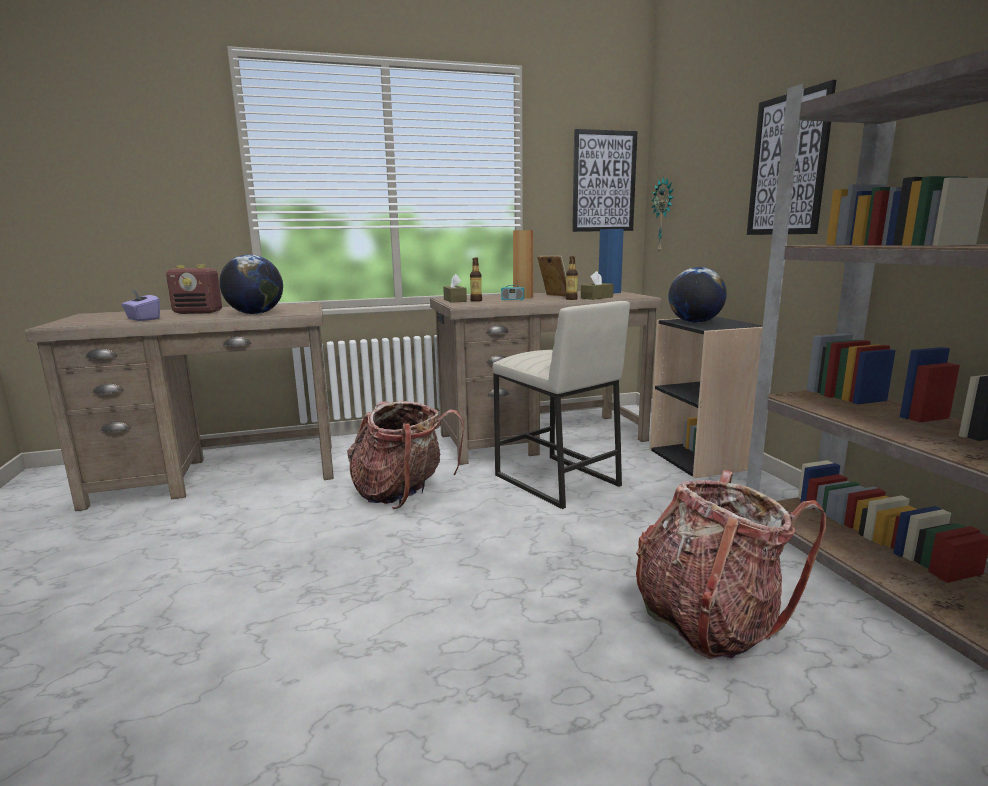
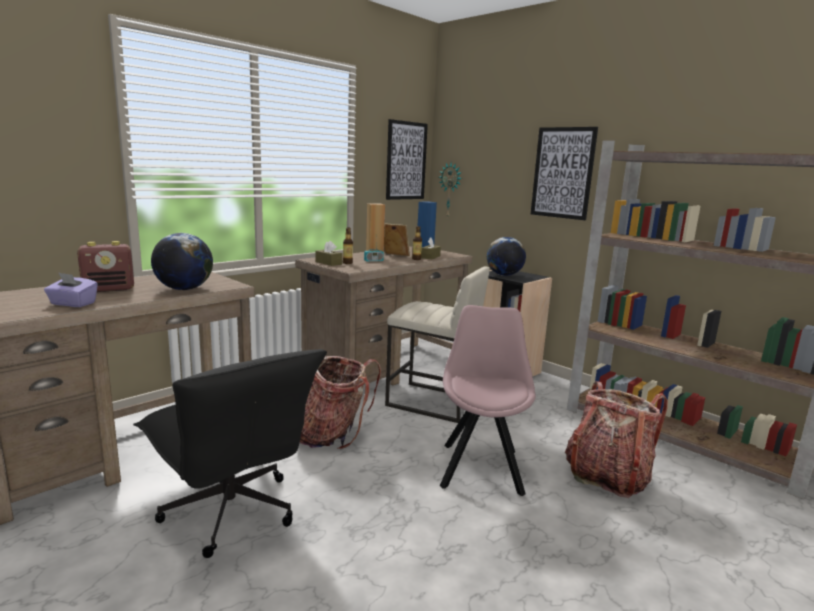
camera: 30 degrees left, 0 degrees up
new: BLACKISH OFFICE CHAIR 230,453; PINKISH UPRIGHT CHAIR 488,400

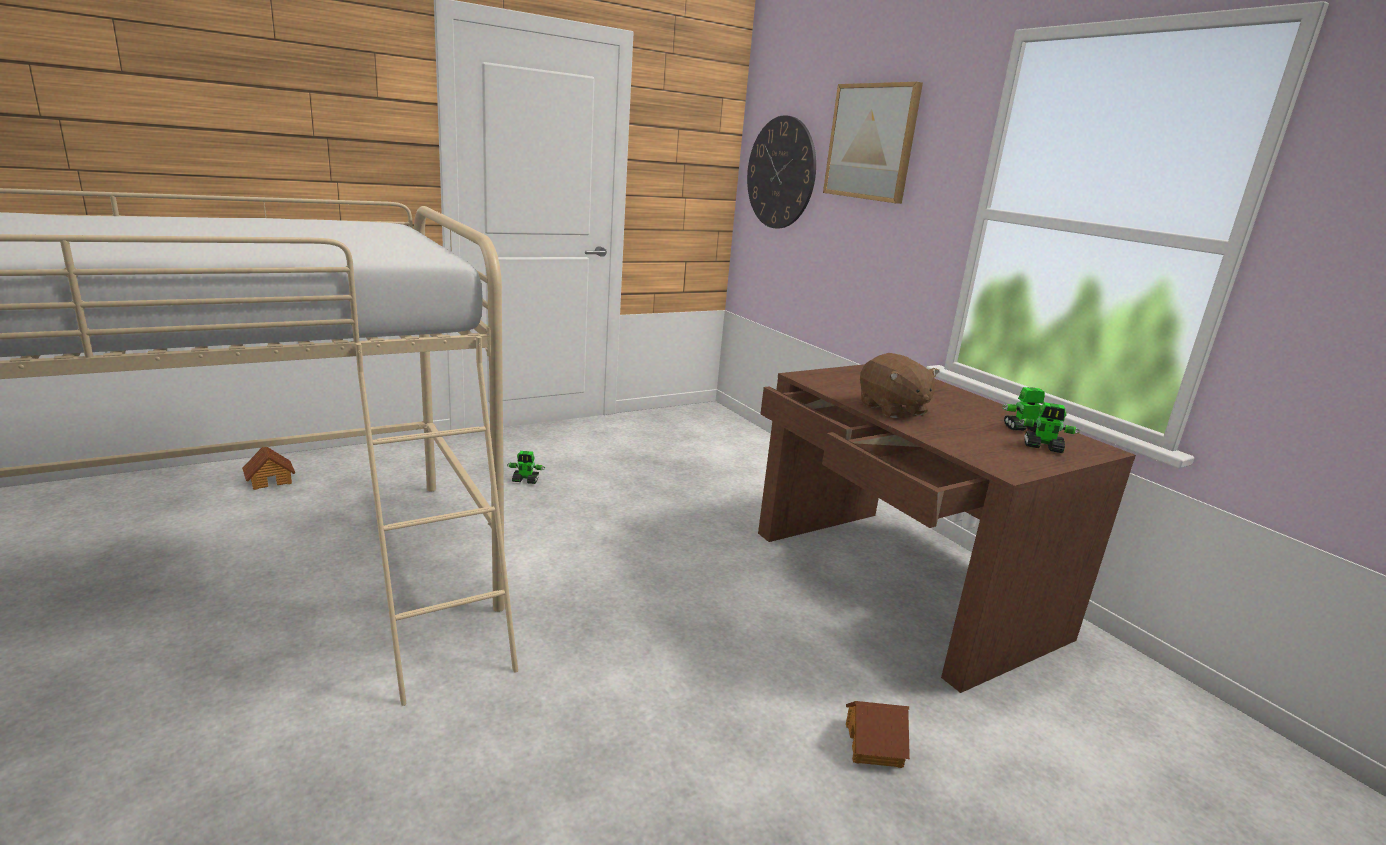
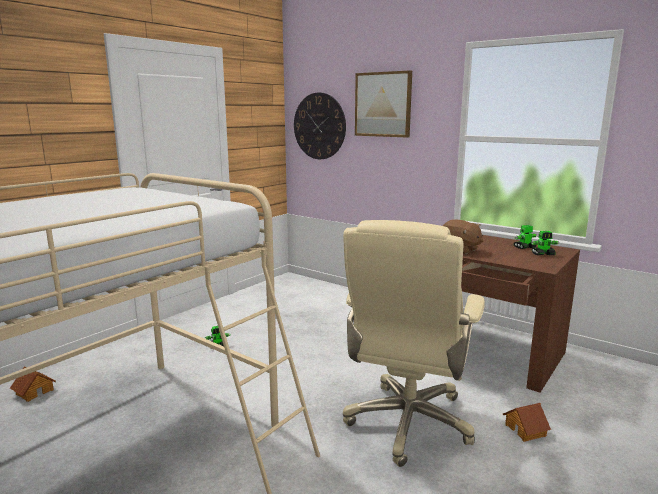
camera: 20 degrees left, 5 degrees down
new: SAND-COLOURED OFFICE CHAIR 414,343

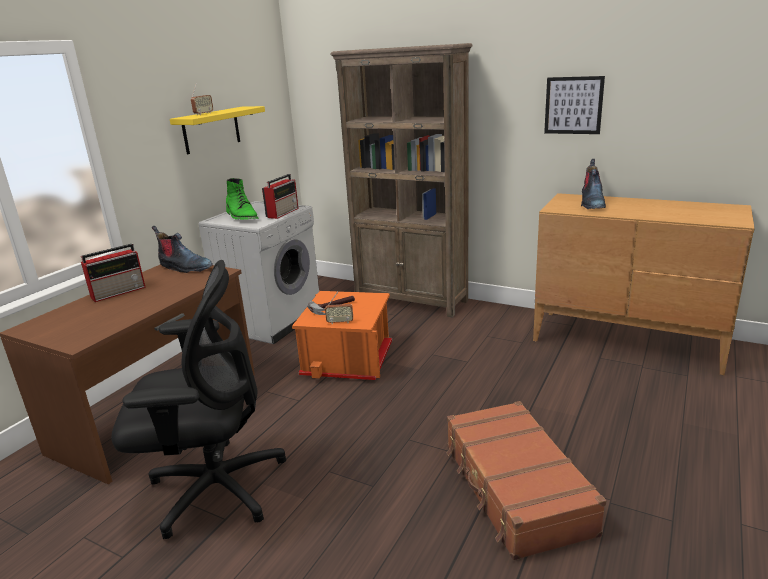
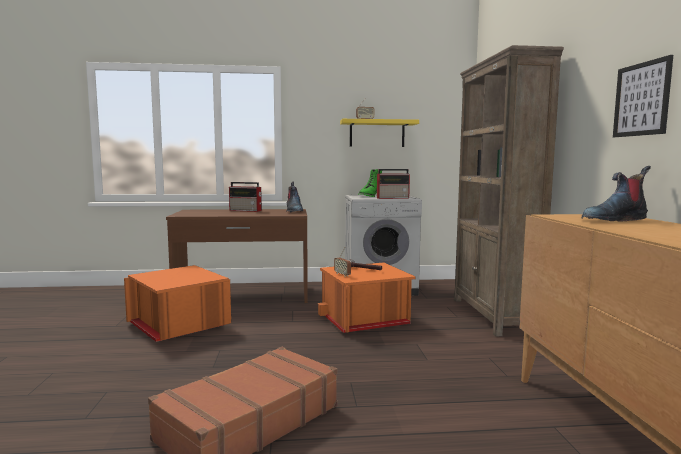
camera: 55 degrees right, 15 degrees down
swapped: BLACKISH OFFICE CHAIR 198,399 to ORANGE-COLOURED STORAGE CONTAINER 177,303

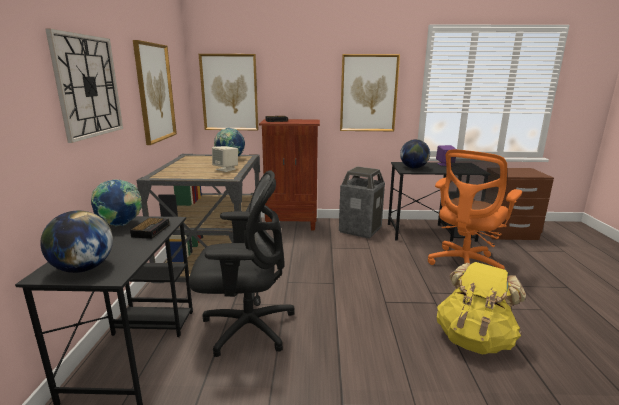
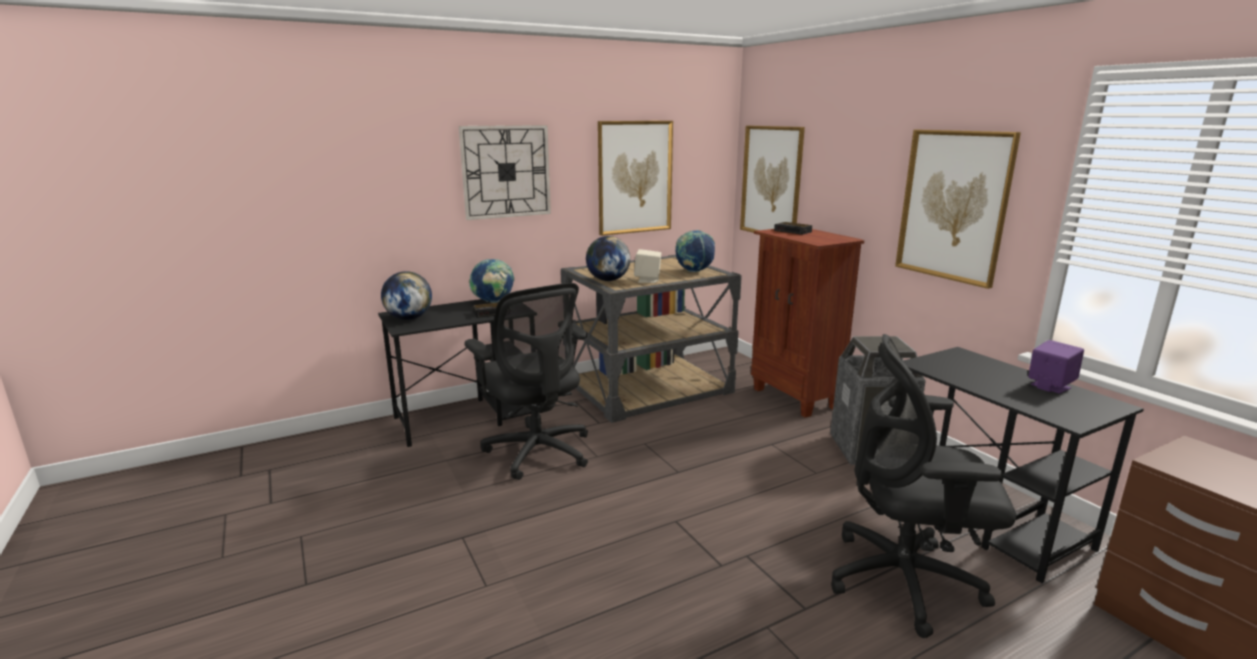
camera: 60 degrees right, 0 degrees up
gone: YELLOWISH RUCKSACK 481,308
shifted: DESK GLOBE 415,153 to 608,258
repainted: ORANGE-COLOURED OFFICE CHAIR 475,209 to BLACKISH OFFICE CHAIR 923,486

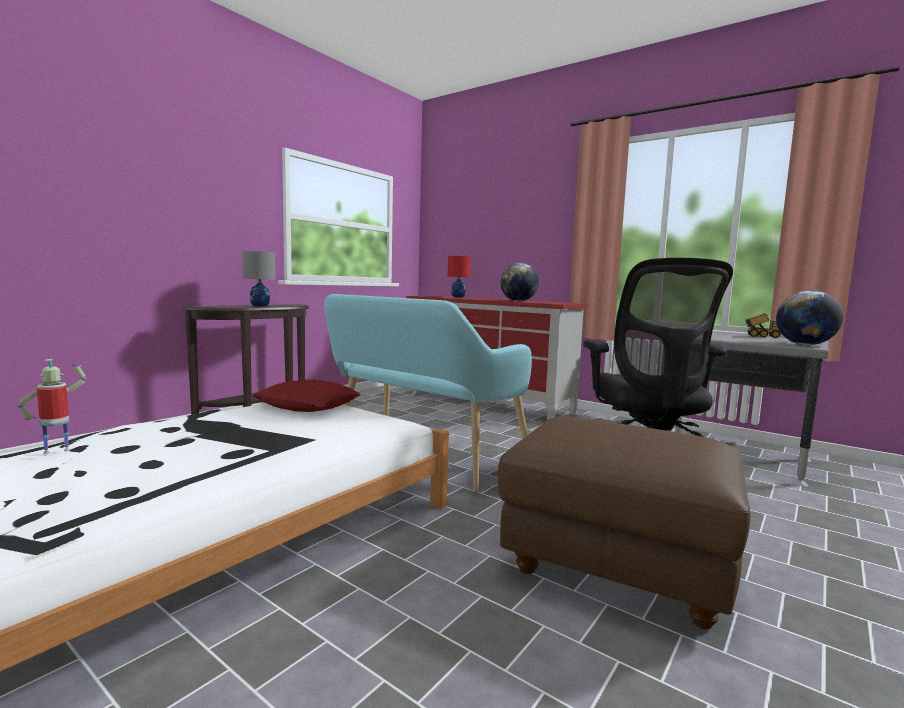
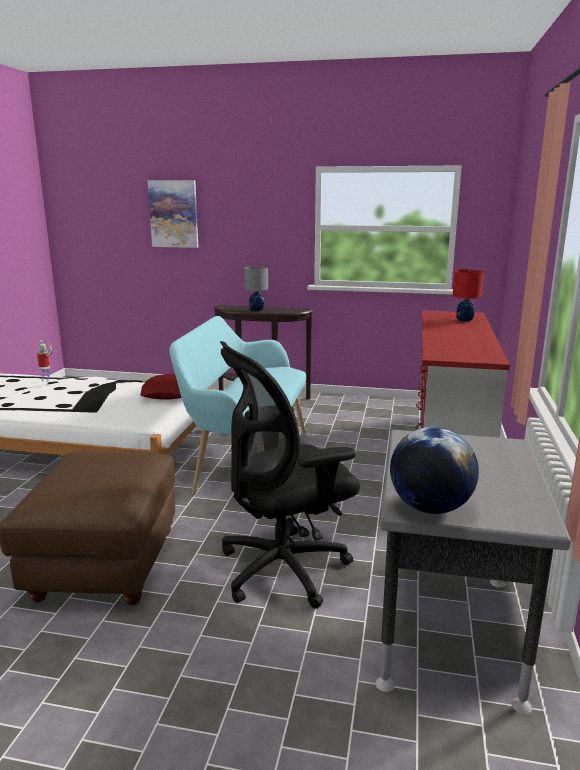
camera: 65 degrees right, 10 degrees up
gone: DESK GLOBE 519,282; MODEL TRUCK 763,325
new: WALL PICTURE 172,214

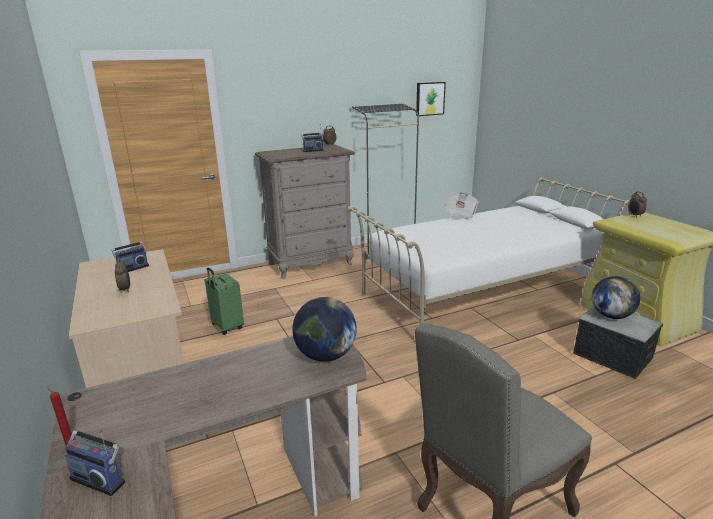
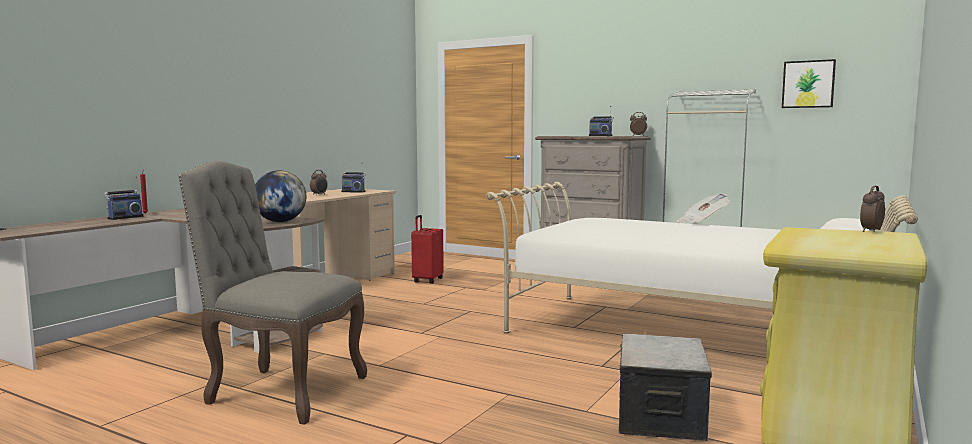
camera: 55 degrees right, 15 degrees down
gone: DESK GLOBE 616,297
repainted: GREEN-COLOURED SUITCASE 224,301 to REDDISH SUITCASE 427,249
rotated: RADIO SET 95,462 = 124,198 135 degrees counterclockwise

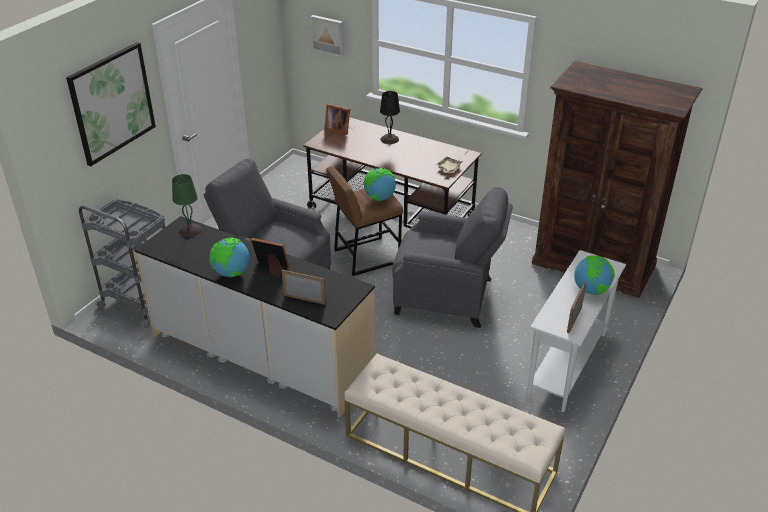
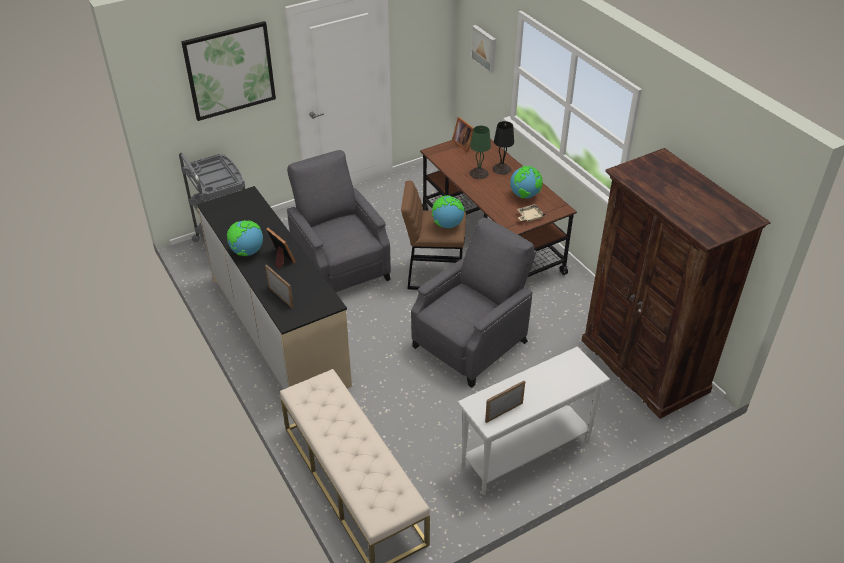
camera: 30 degrees right, 5 degrees up
shifted: GREEN-COLOURED TABLETOP LAMP 187,205 to 480,152; DESK GLOBE 594,275 to 526,182
rotated: GREYISH ARMCHAIR 452,257 = 473,303 90 degrees counterclockwise

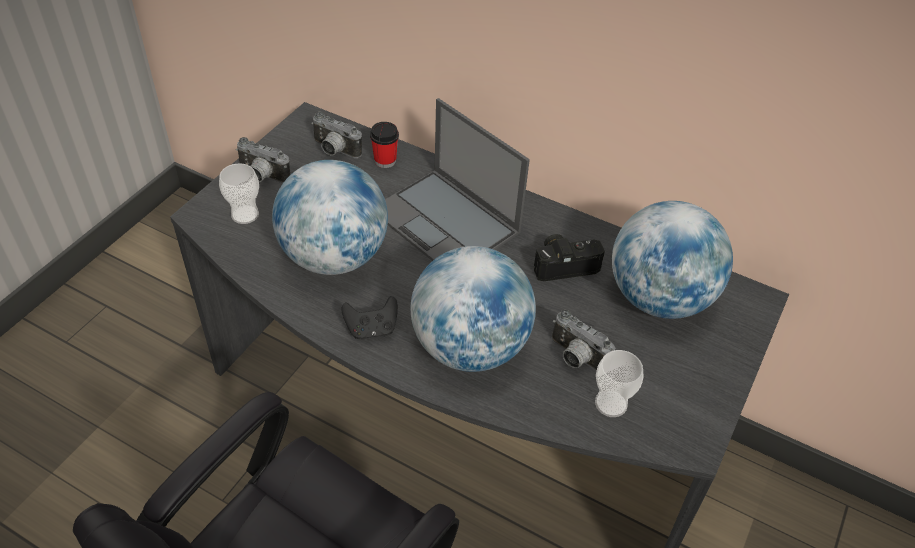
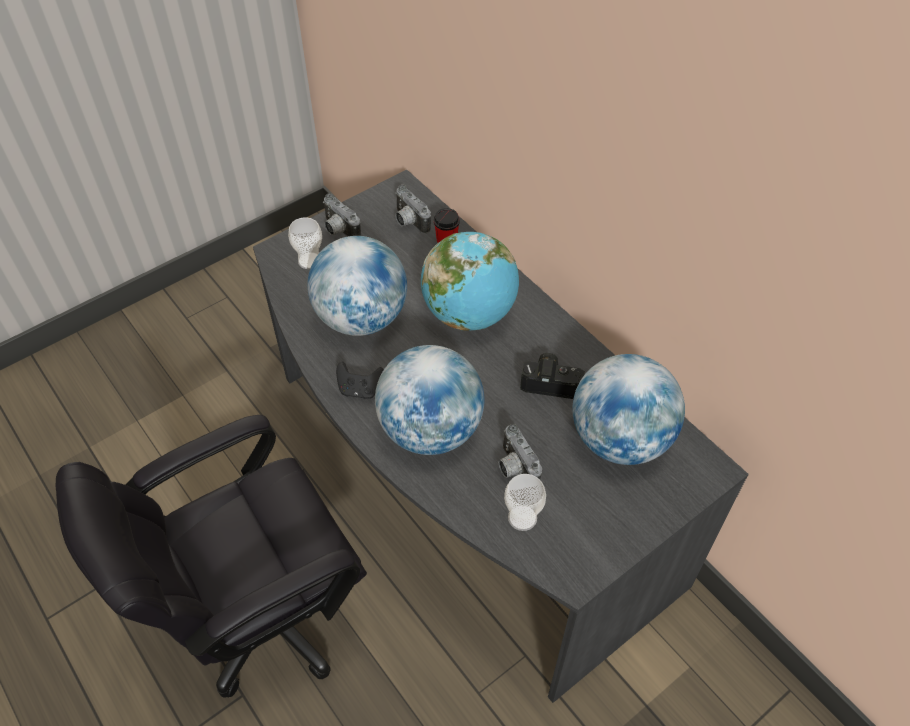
camera: 25 degrees right, 5 degrees up
swapped: PORTABLE COMPUTER 457,179 to DESK GLOBE 470,281

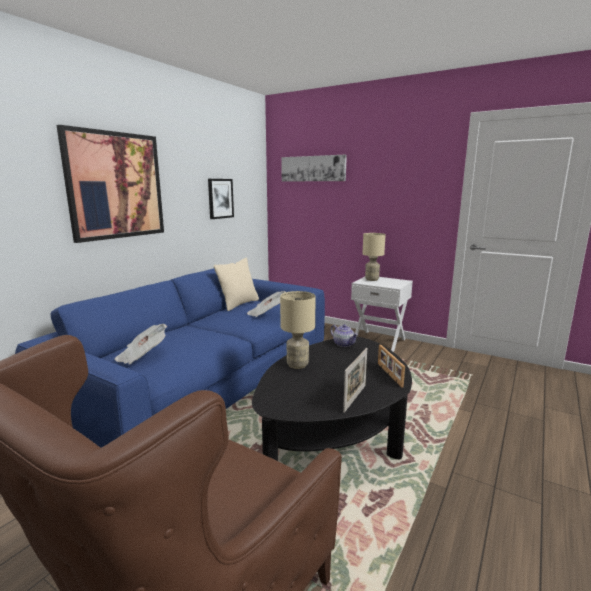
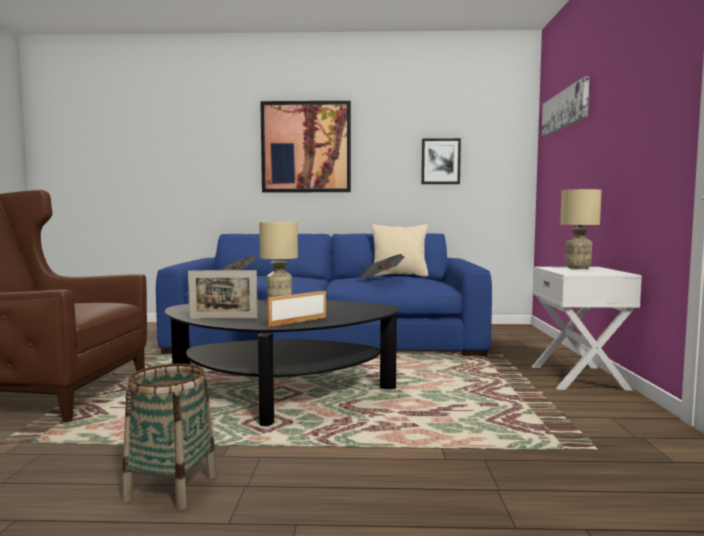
camera: 60 degrees right, 10 degrees down
gone: TEAPOT 344,335
new: HOUSEHOLD BASKET 169,437

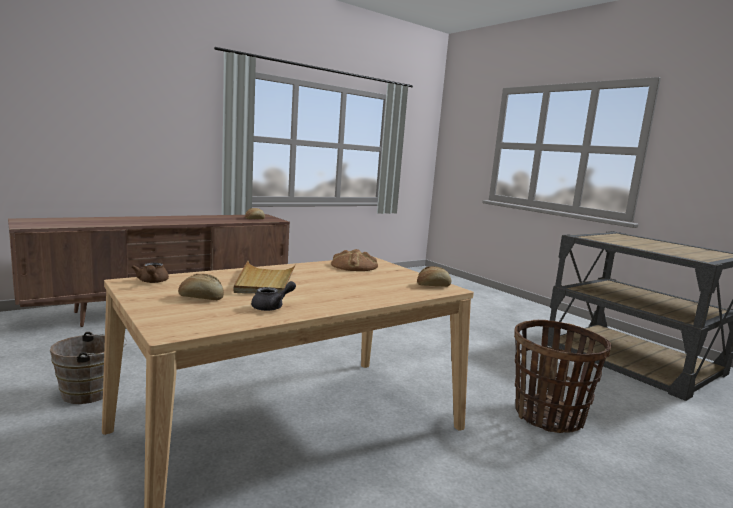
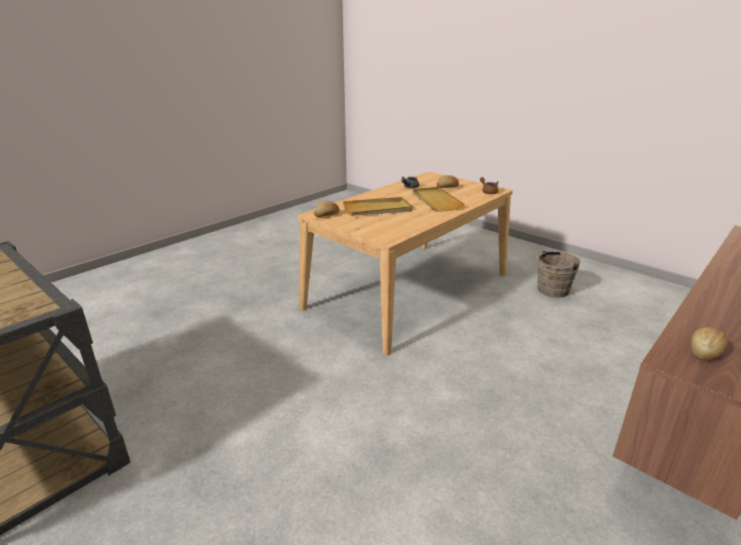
camera: 170 degrees right, 15 degrees up
gone: BAKED BREAD 354,260; HOUSEHOLD BASKET 563,376
new: SAND-COLOURED TRAY 378,206

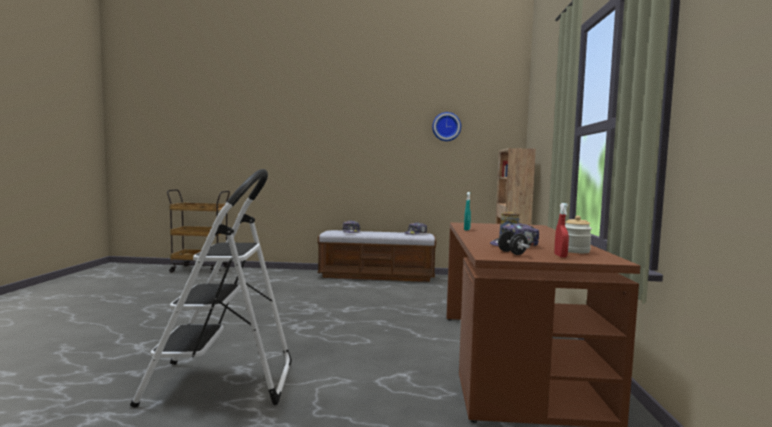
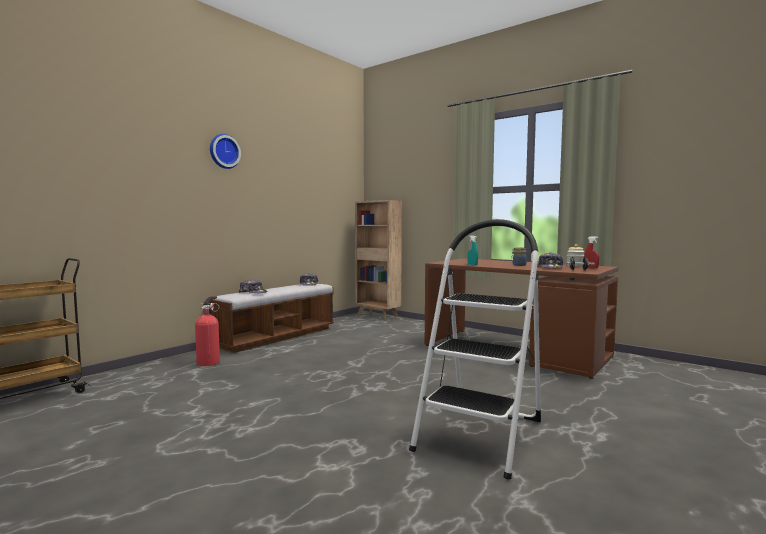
camera: 55 degrees left, 0 degrees up
new: FIRE EXTINGUISHER 207,331
shifted: CLOCK ON THE WALL 446,126 to 225,151

